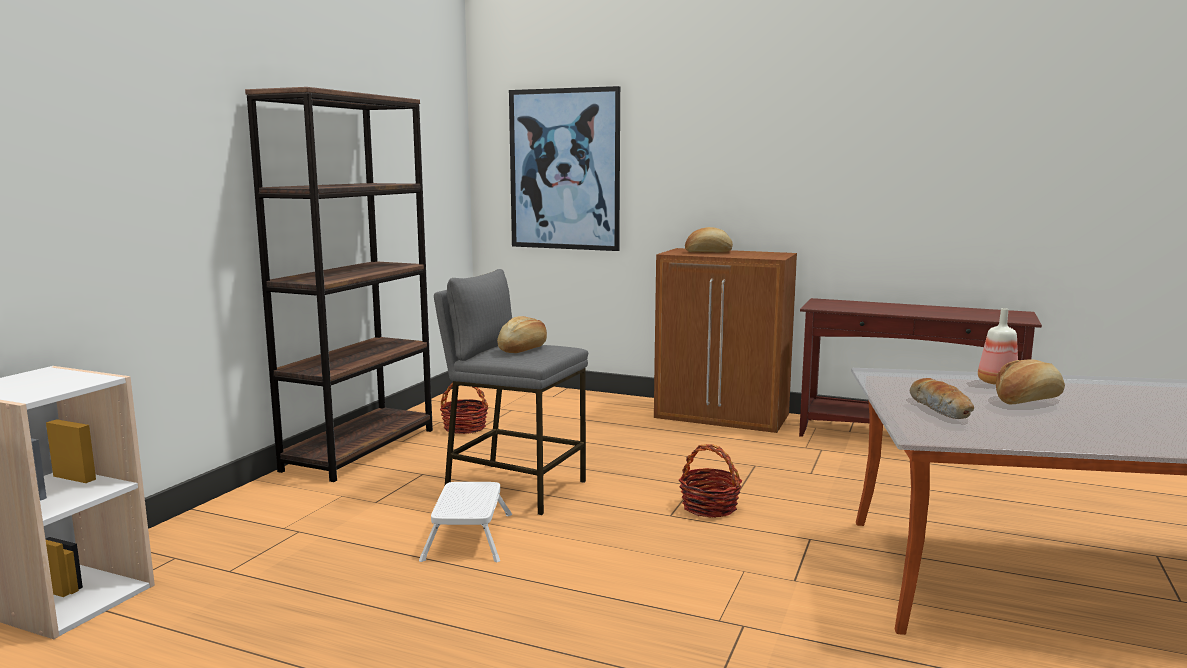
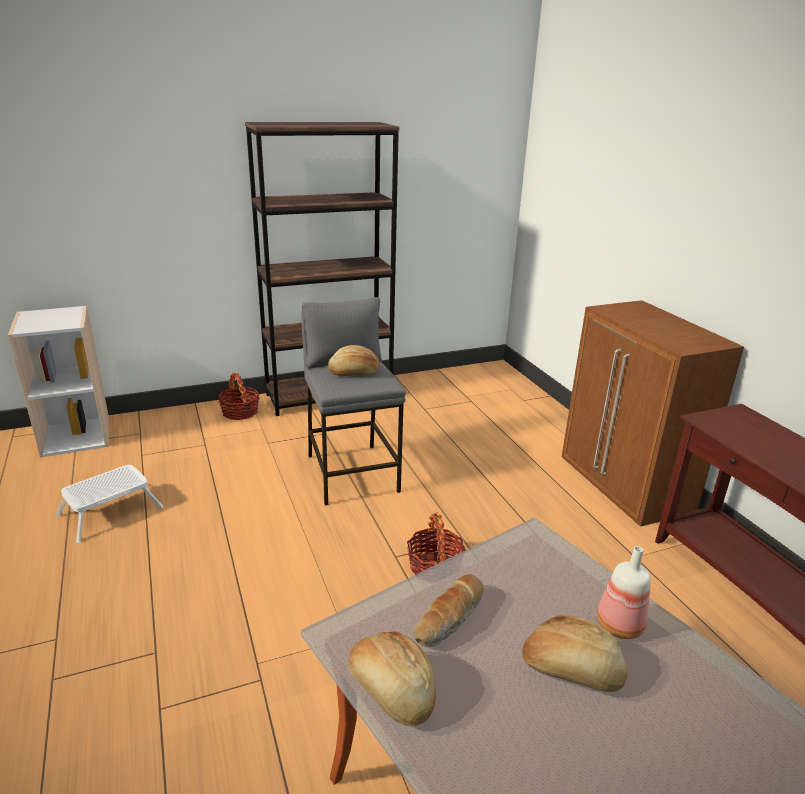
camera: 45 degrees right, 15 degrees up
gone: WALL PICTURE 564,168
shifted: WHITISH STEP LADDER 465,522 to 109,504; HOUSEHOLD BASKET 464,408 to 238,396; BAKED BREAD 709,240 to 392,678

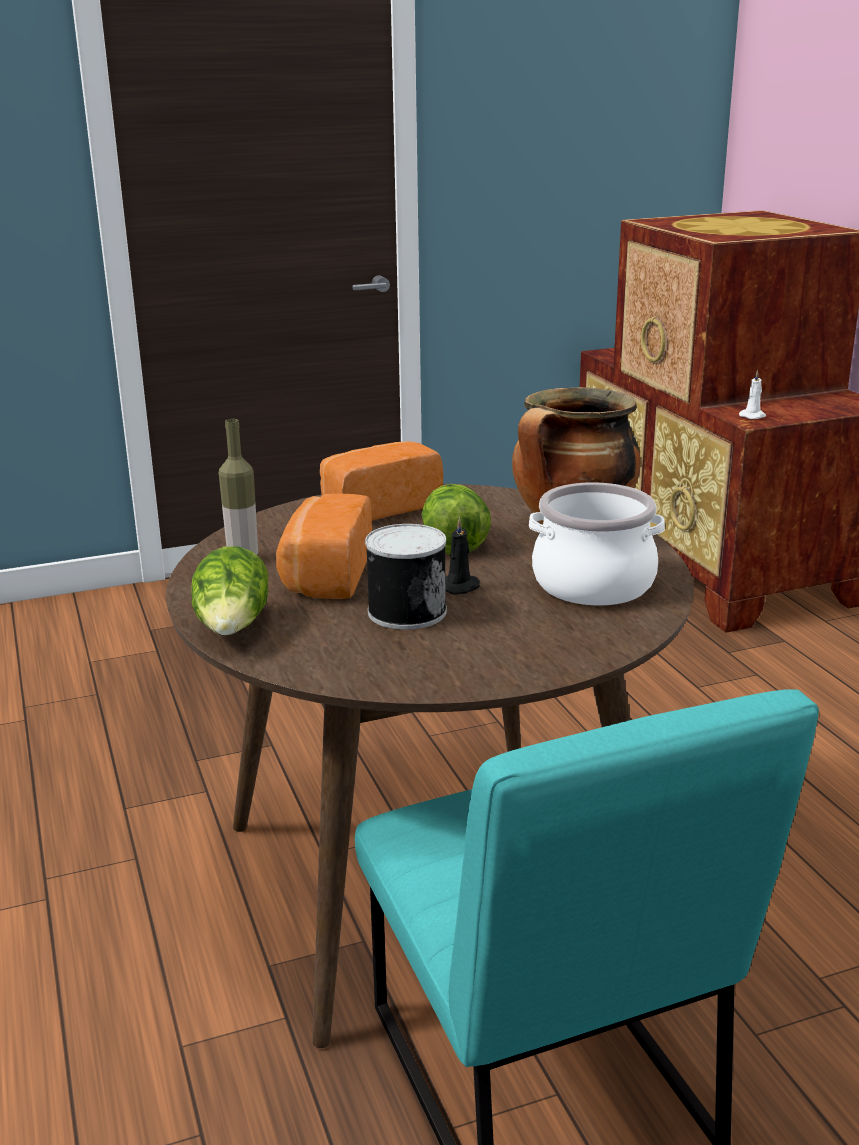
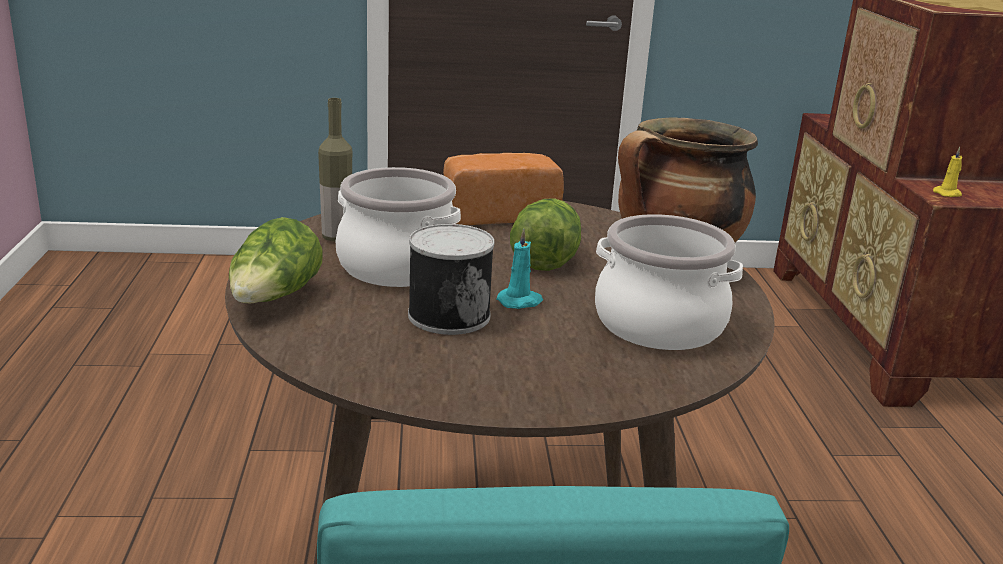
camera: 15 degrees right, 0 degrees up
swapped: BAKED BREAD 324,546 to SAUCEPOT 398,227
repainted: BLACKISH WAX CANDLE 462,556 to TURQUOISE-COLOURED WAX CANDLE 519,268; WHITISH WAX CANDLE 752,394 to YELLOWISH WAX CANDLE 947,172

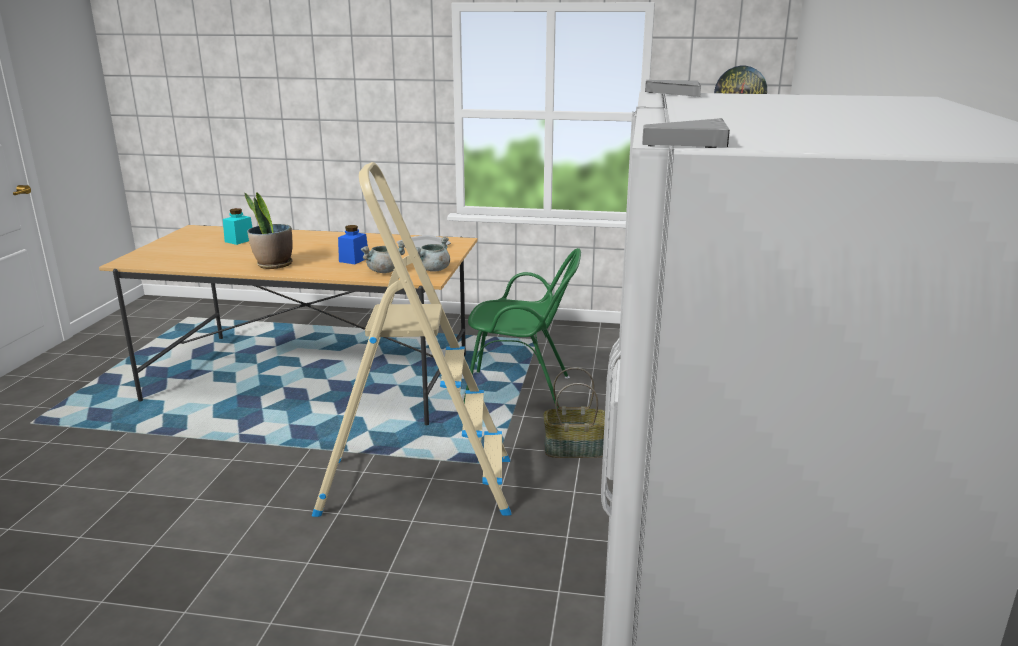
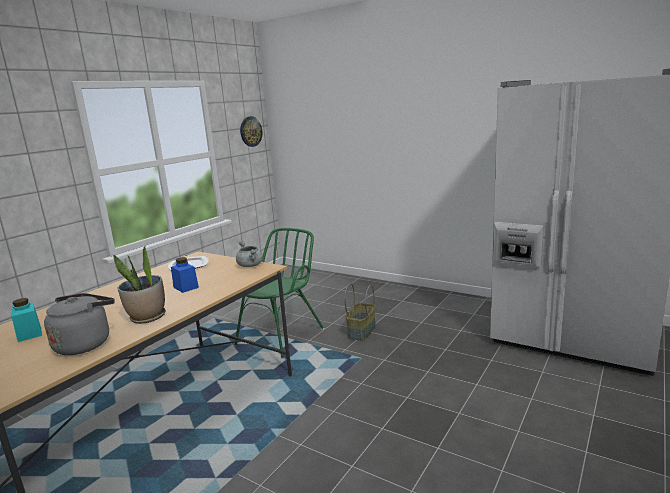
camera: 65 degrees left, 5 degrees down
gone: SAND-COLOURED STEP LADDER 411,339; GREYISH SAUCEPOT 383,257
new: GREYISH TEA KETTLE 79,324

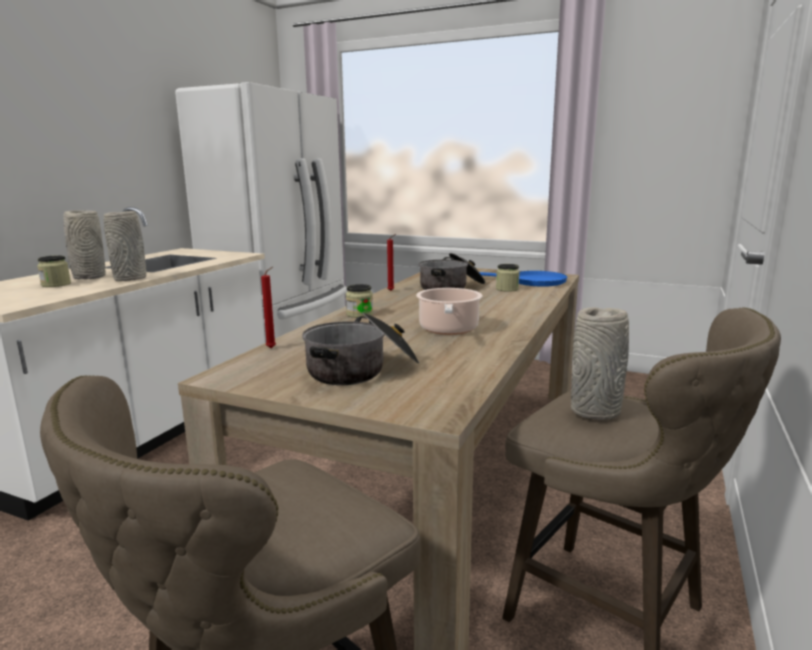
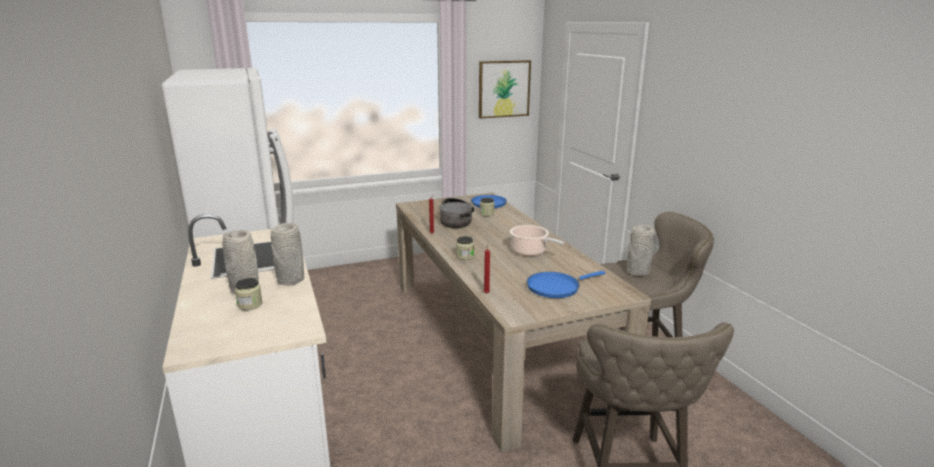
camera: 45 degrees left, 5 degrees up
new: WALL PICTURE 505,89
swapped: SAUCEPOT 360,348 to BLUISH FRYING PAN 566,284

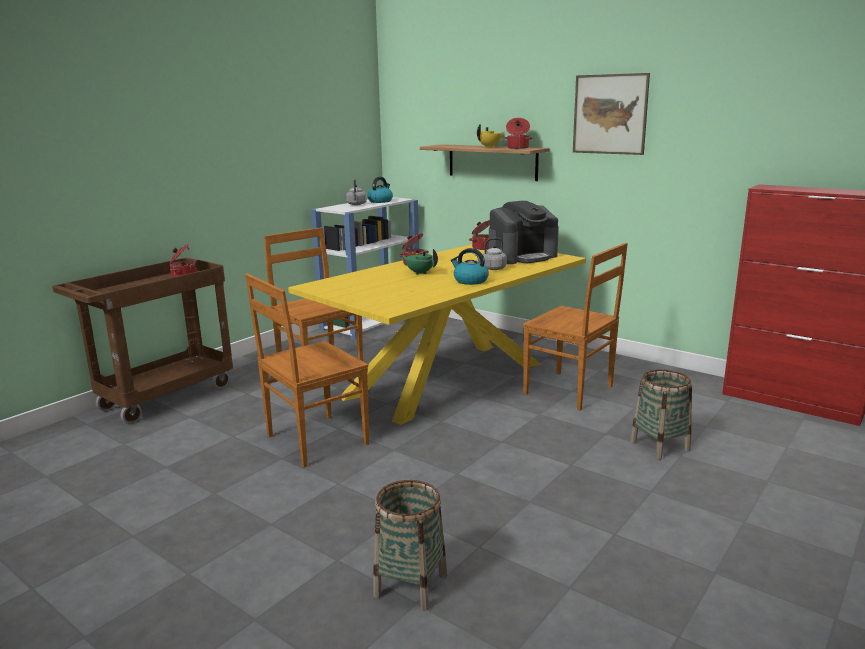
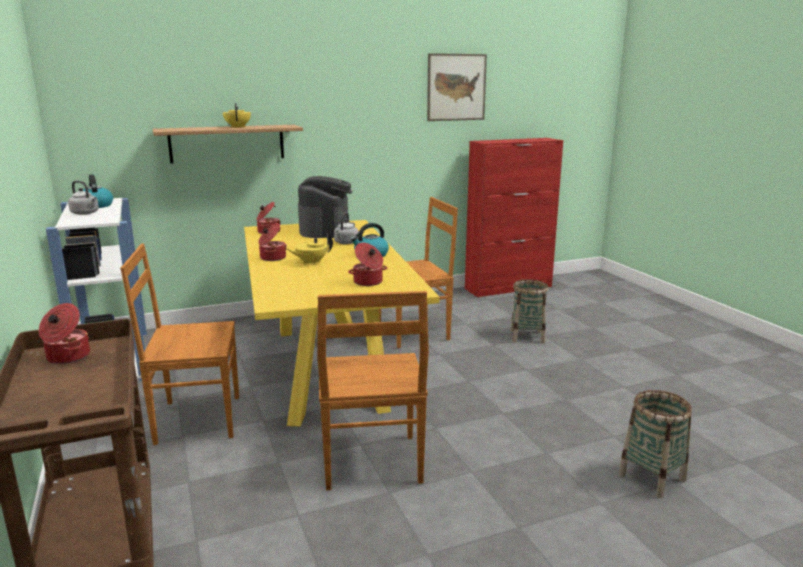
camera: 60 degrees left, 0 degrees up
shifted: SAUCEPOT 518,133 to 367,264; WALL PICTURE 611,114 to 457,87
repainted: GREEN-COLOURED TEAPOT 419,262 to YELLOWISH TEAPOT 310,249

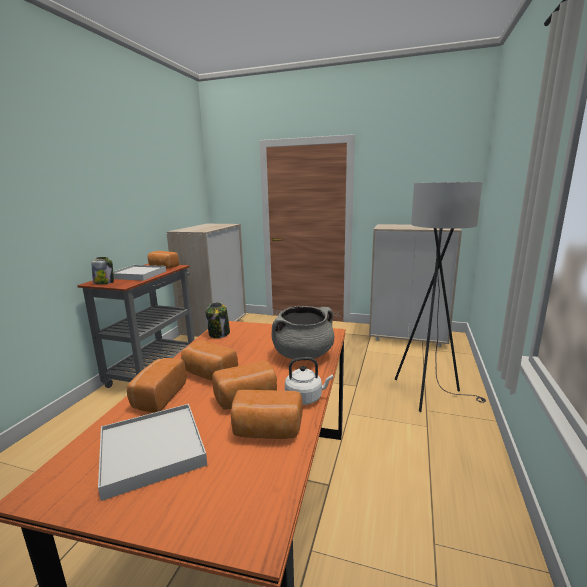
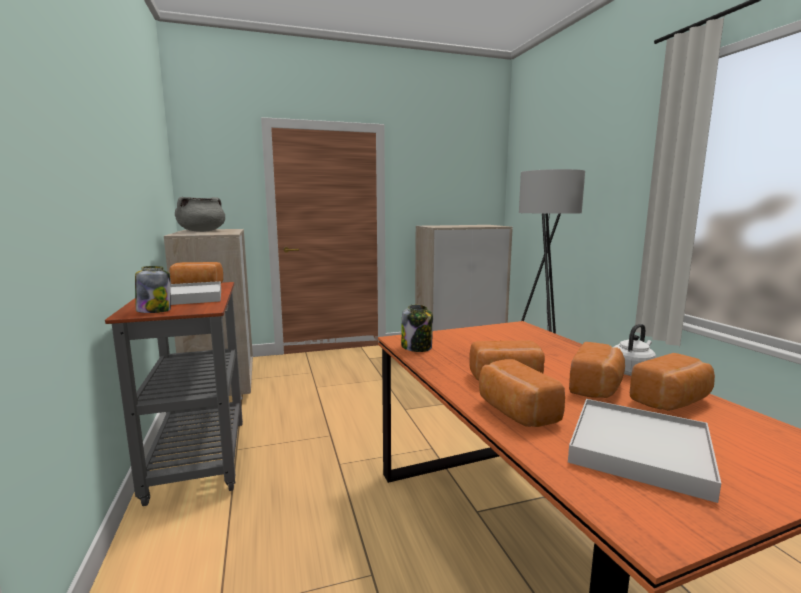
camera: 35 degrees left, 5 degrees down
shifted: GREYISH SAUCEPOT 302,332 to 200,214

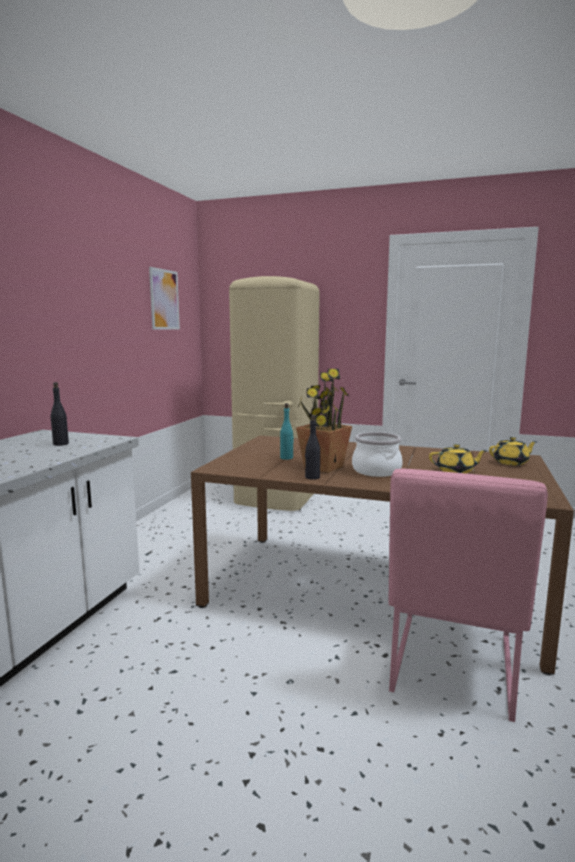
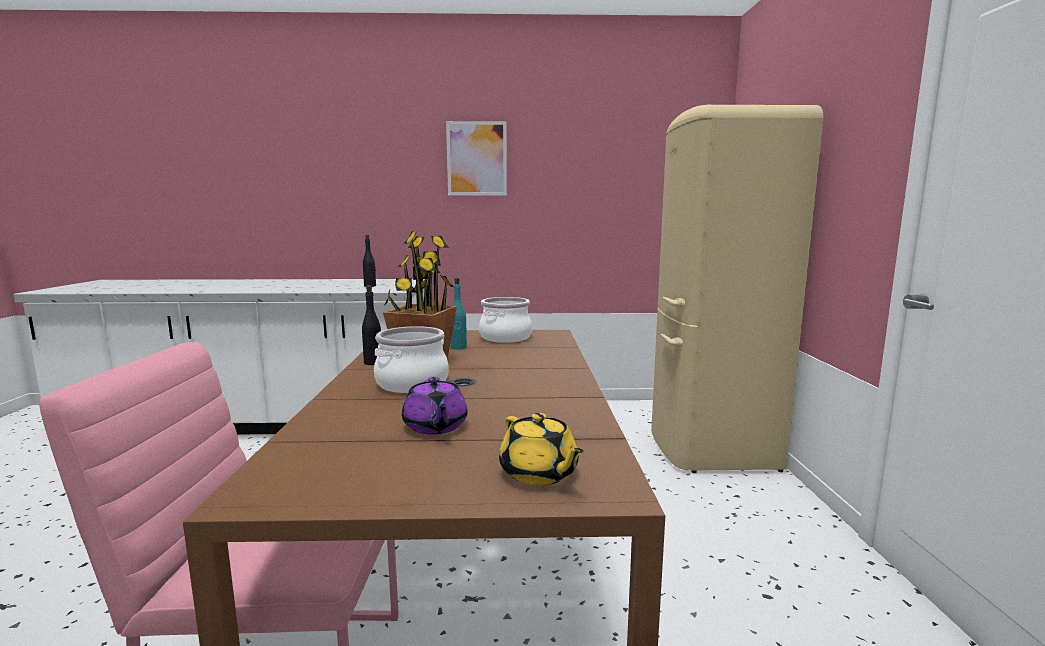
camera: 70 degrees right, 0 degrees up
new: SAUCEPOT 505,320
shifted: WALL PICTURE 164,298 to 476,158
repainted: YELLOWISH TEAPOT 458,459 to PURPLE TEAPOT 435,405

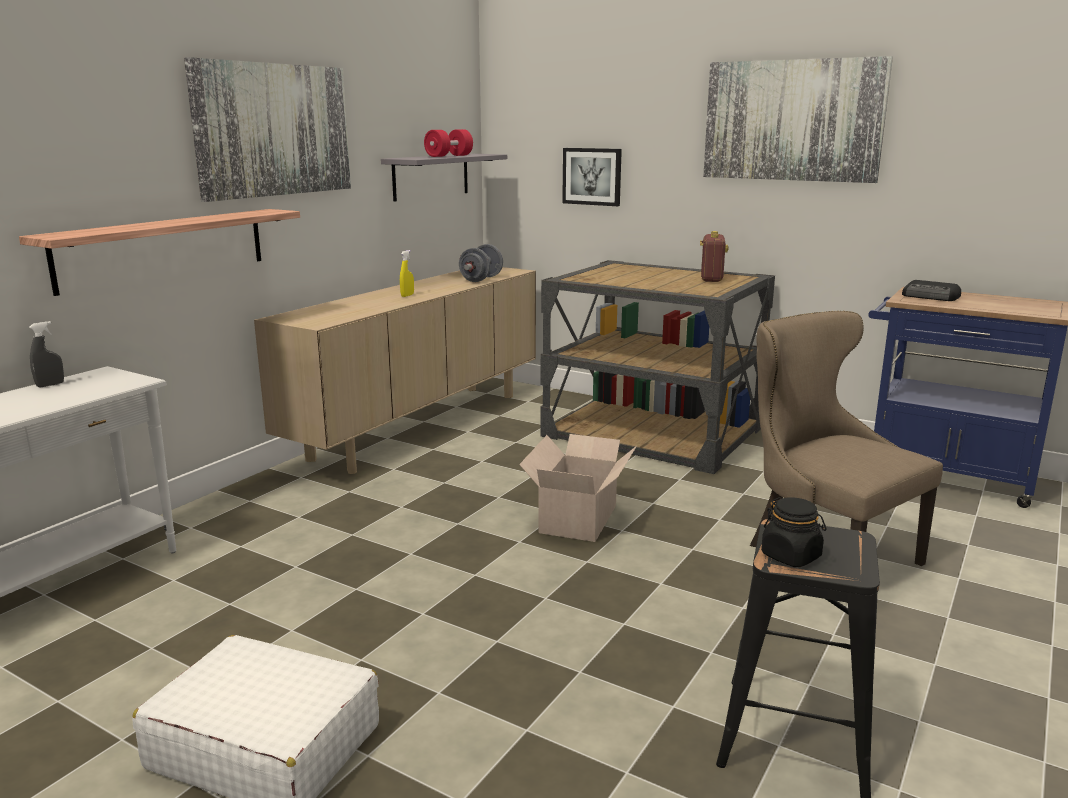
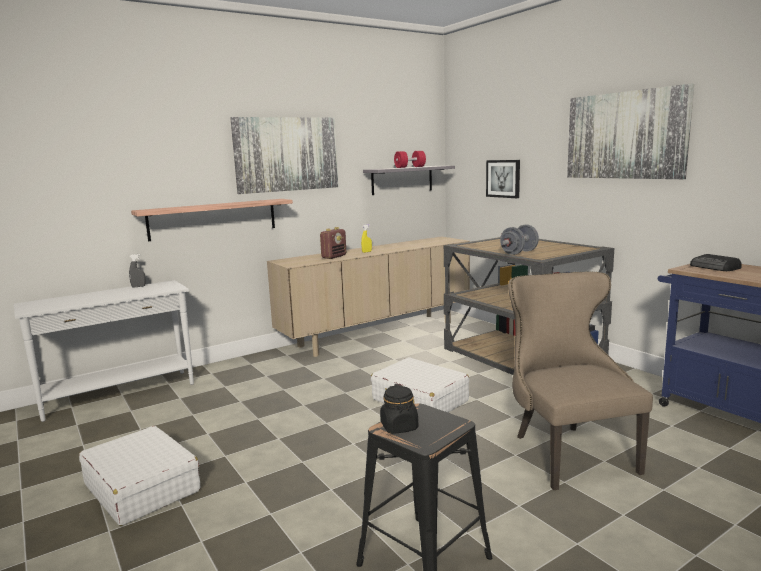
camera: 25 degrees right, 5 degrees down
shifted: RADIO SET 714,256 to 333,243; GREYISH DUMBBELL 481,263 to 519,239
swapped: PACKING BOX 578,488 to WHITISH SUITCASE 420,384

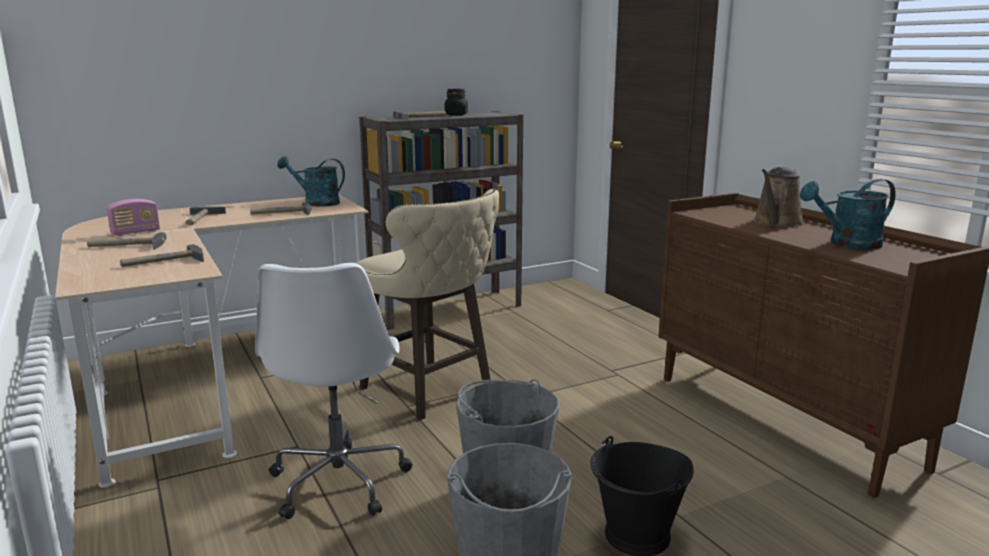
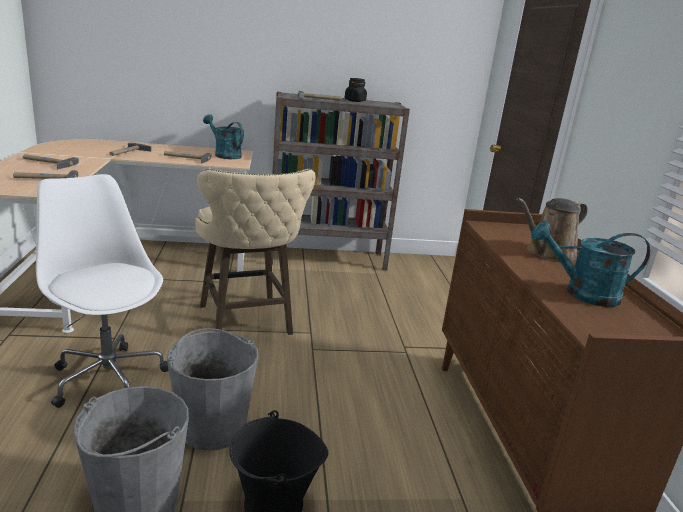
camera: 20 degrees right, 5 degrees up
gone: RADIO SET 133,217
rotated: WHITISH OFFICE CHAIR 334,391 = 102,291 120 degrees clockwise

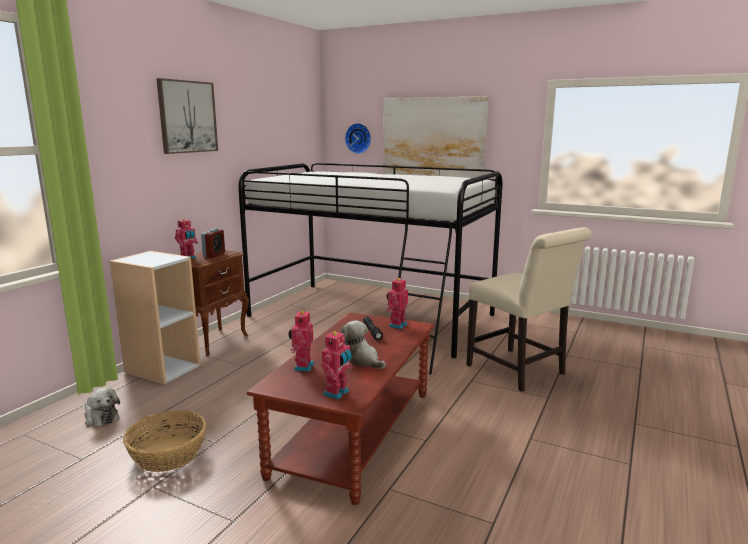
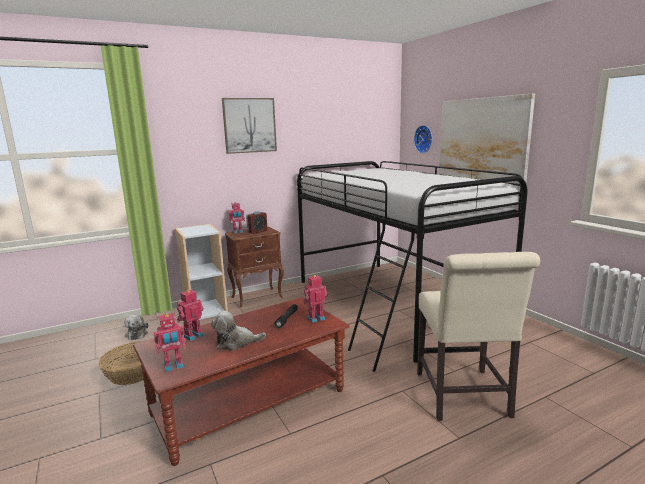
camera: 35 degrees right, 0 degrees up
rotated: PLUSH TOY 363,344 = 238,331 90 degrees counterclockwise

